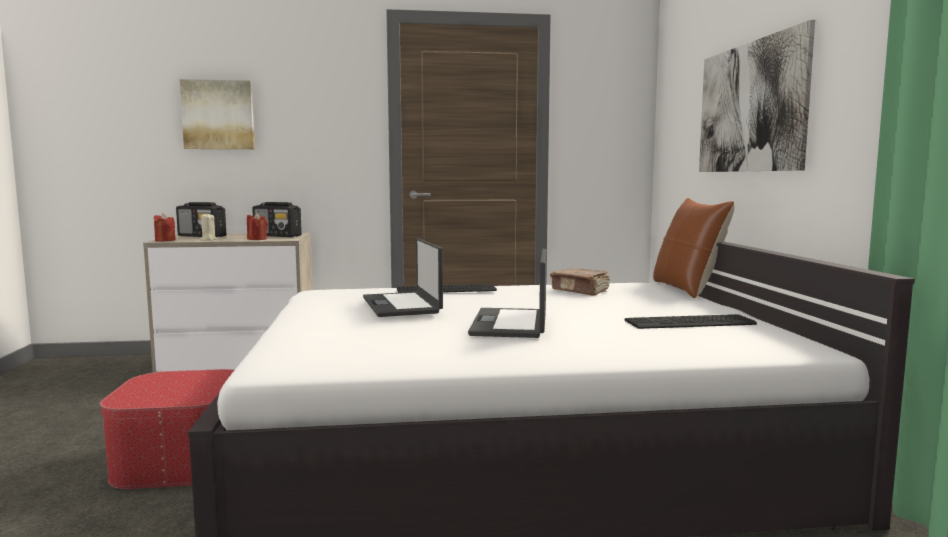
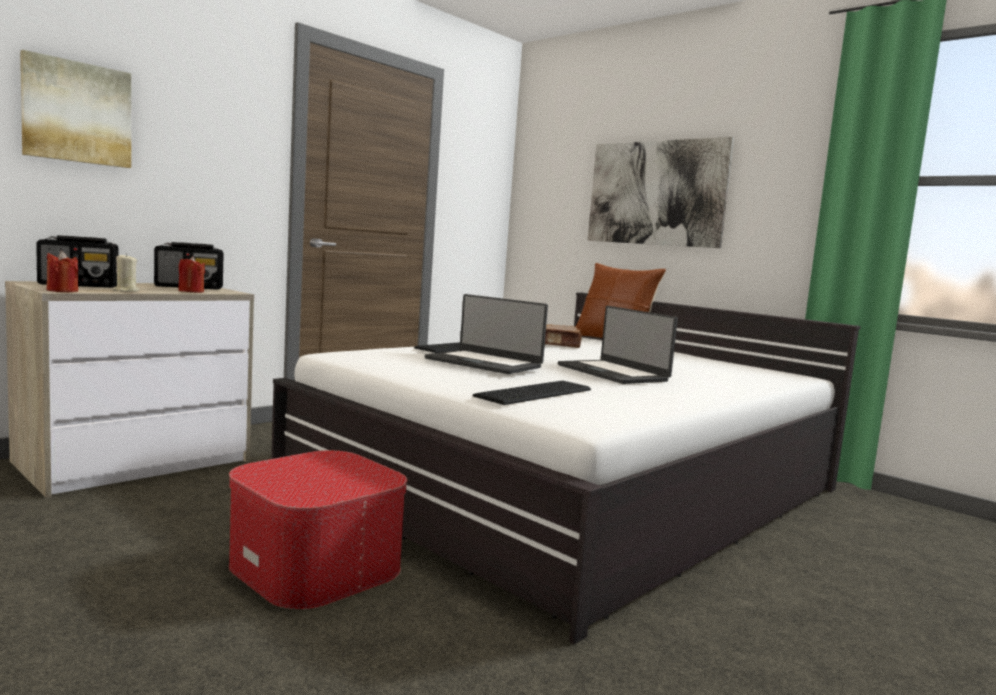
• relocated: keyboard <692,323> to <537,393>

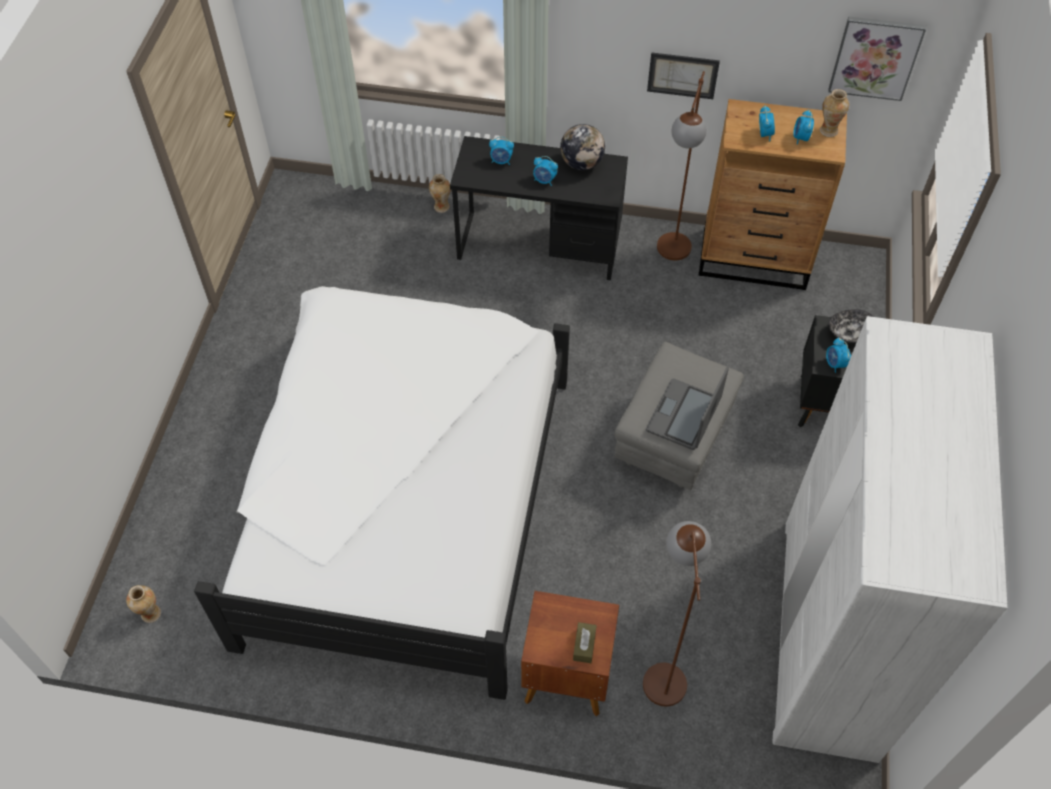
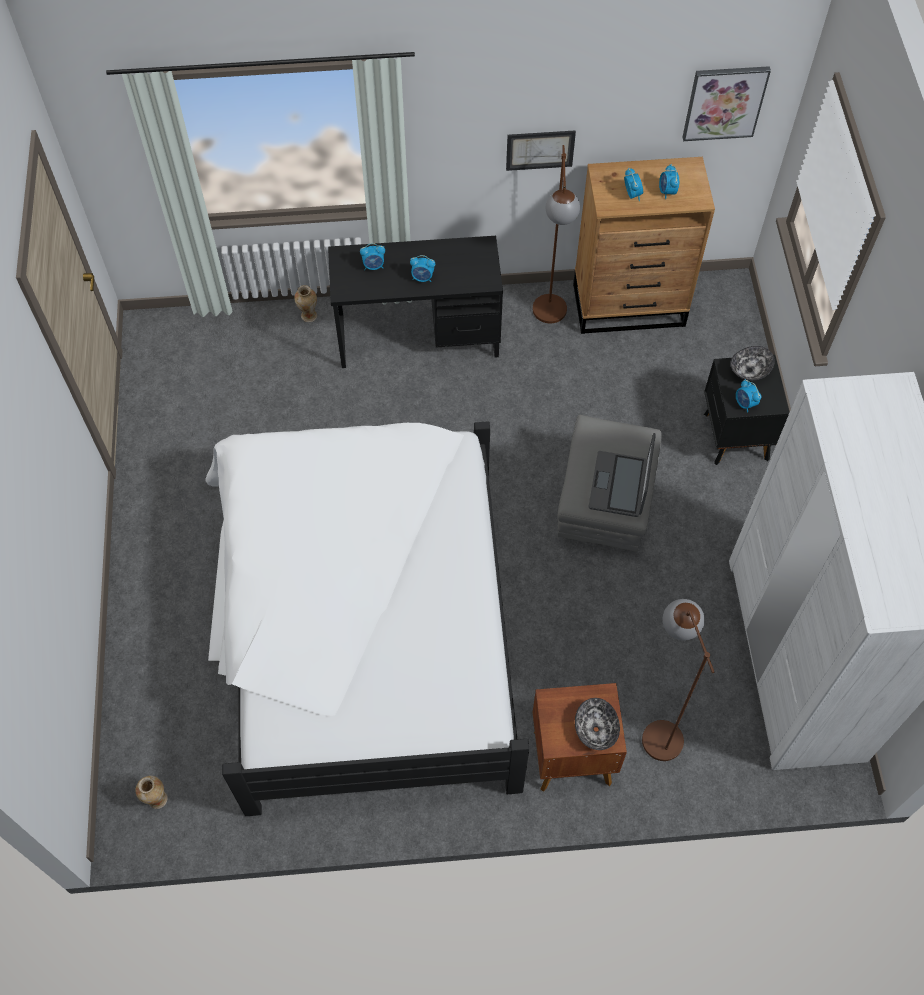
• exchanged: tissue box (brown) <584,645> to bowl <596,729>
• missing: globe <581,163>
• missing: vase <828,130>

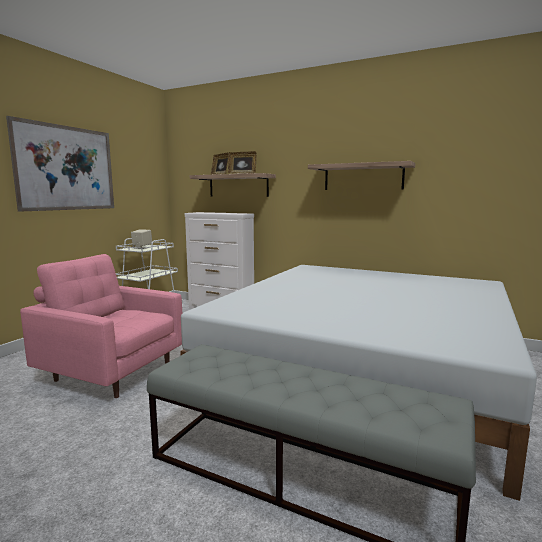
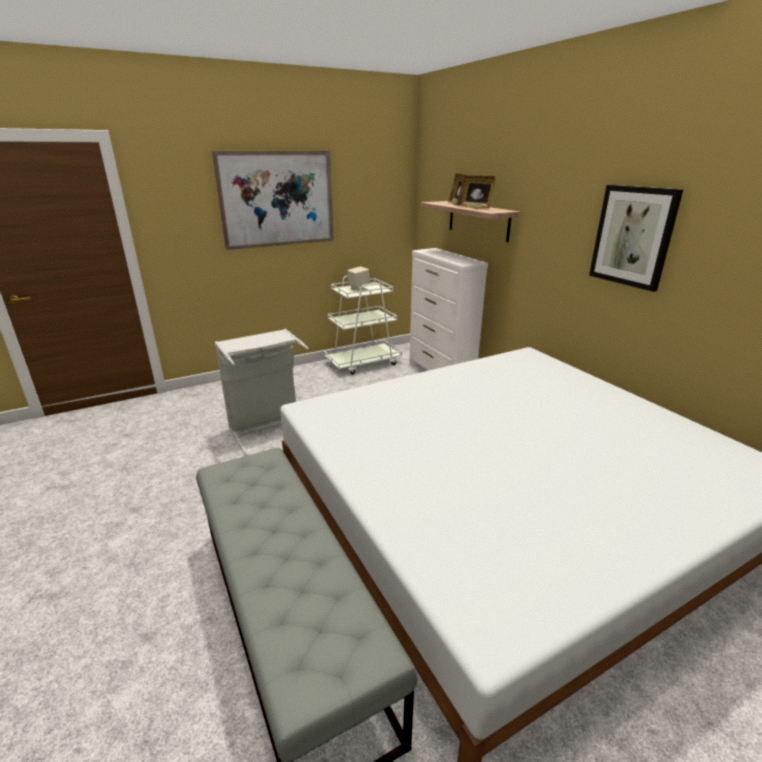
• exchanged: armchair (pink) <112,372> to laundry basket (grey) <268,428>
• exchanged: shelf <363,177> to picture <633,236>

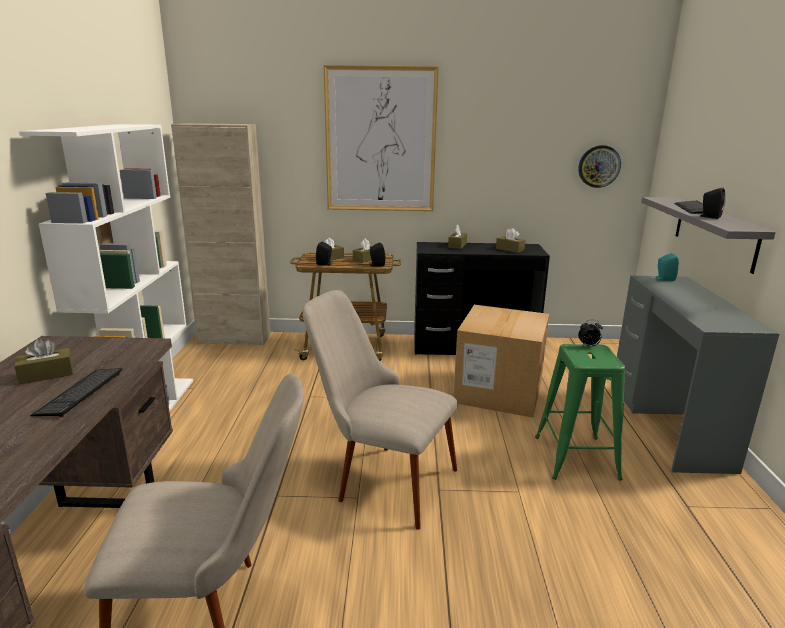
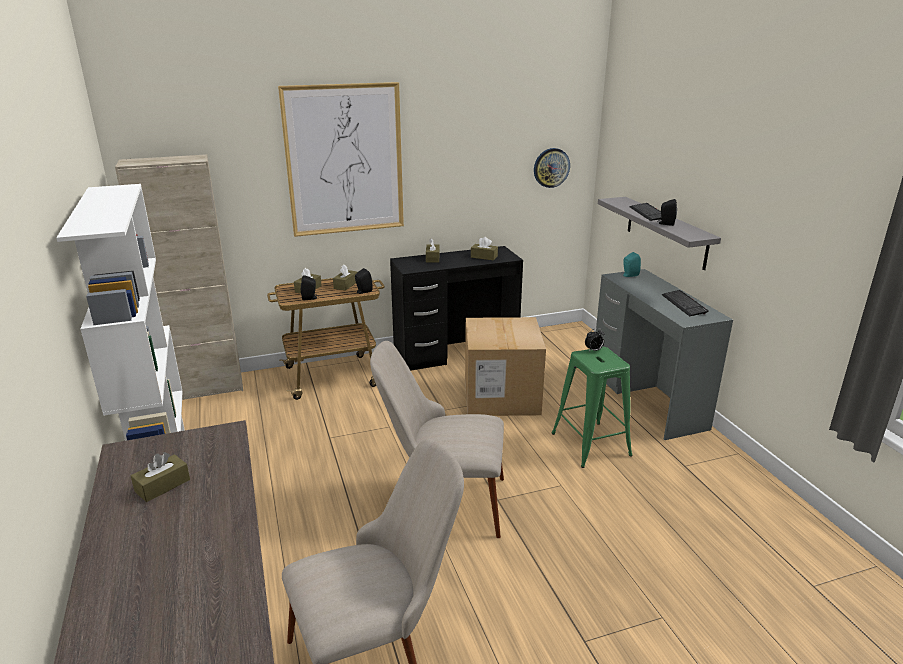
• relocated: keyboard <80,393> to <684,304>

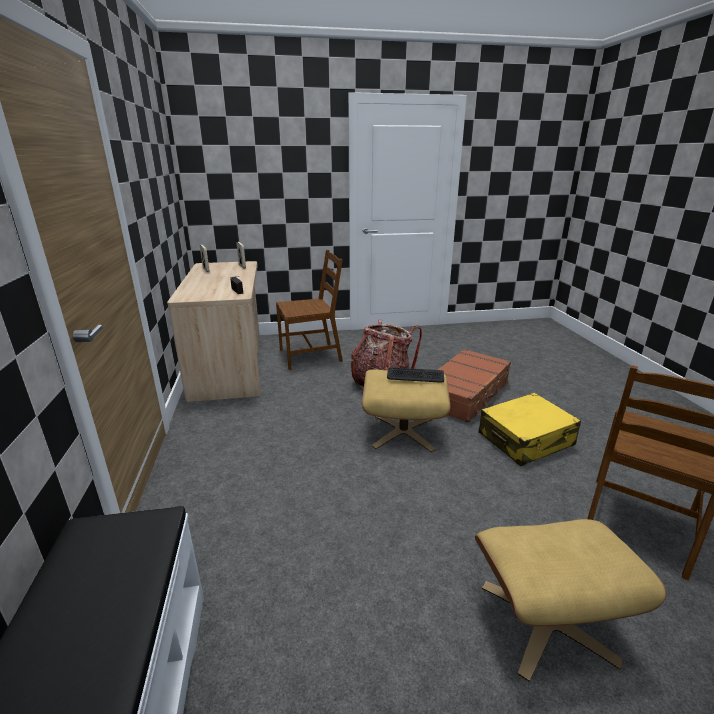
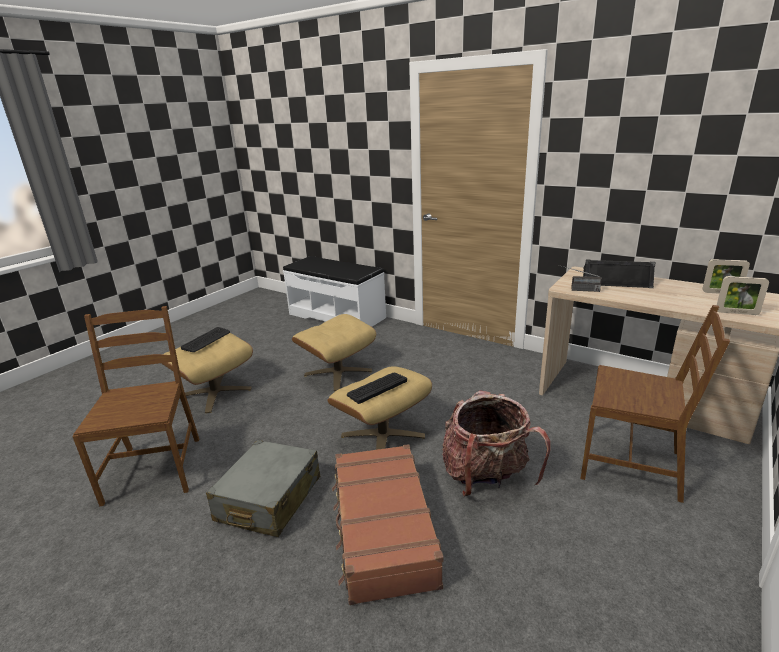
• appeared: keyboard <206,340>
• colour: suitcase (yellow) <525,439> to suitcase (grey) <269,499>
• appeared: ottoman (beige) <338,372>
• spun: chair (brown) <311,355> = <632,464> 90 degrees counterclockwise
• appeared: speaker (black) <616,281>

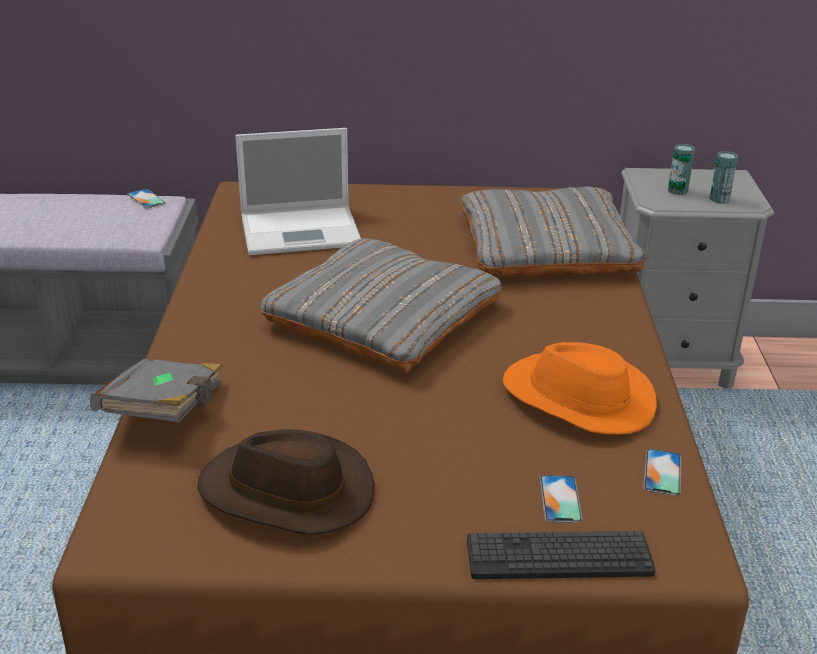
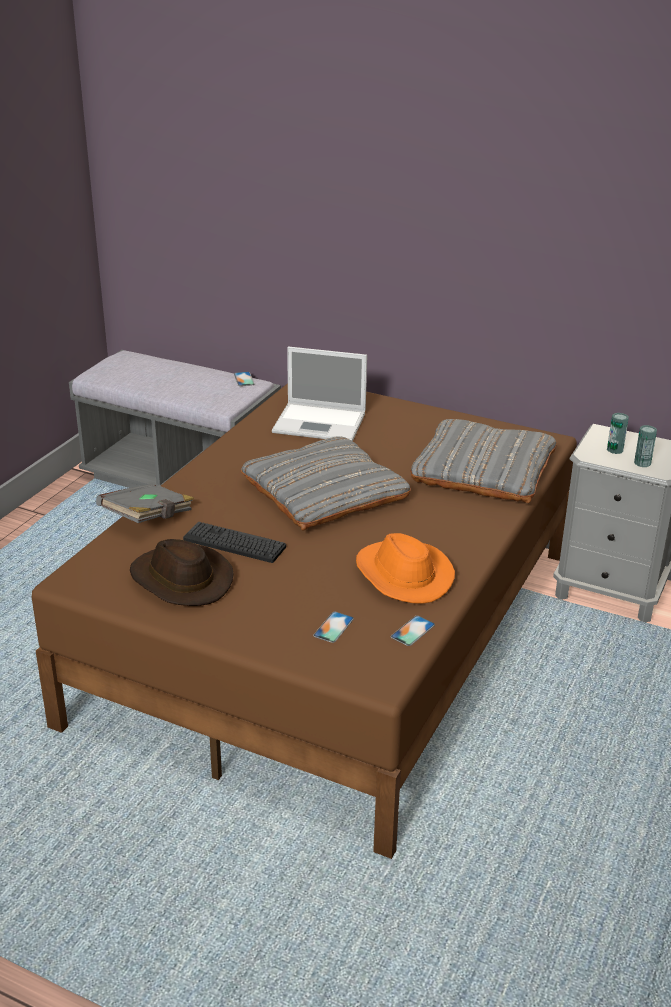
• relocated: keyboard <559,557> to <234,543>

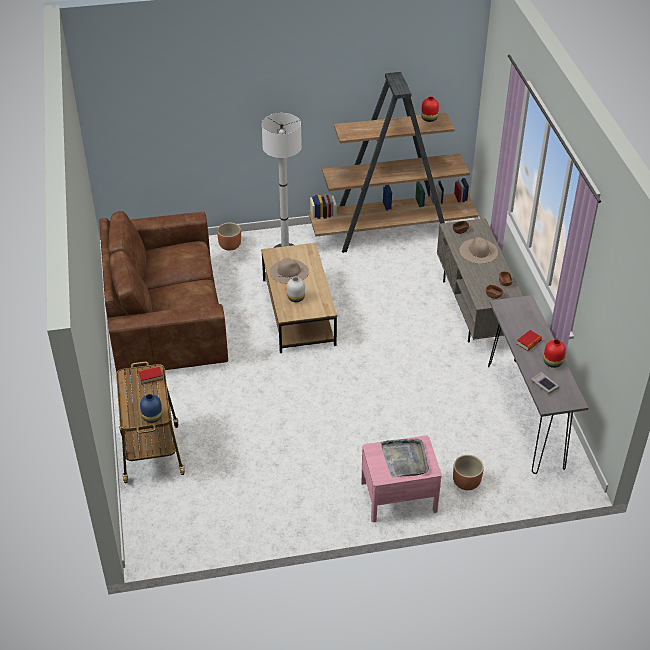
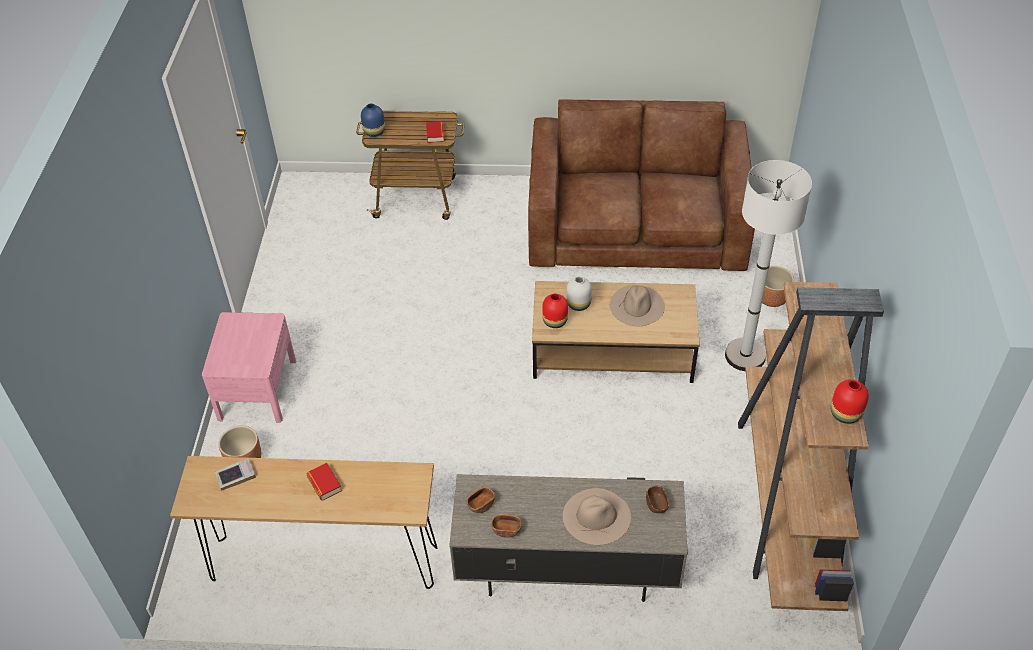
• colour: console table (grey) <525,415> to console table (brown) <324,563>
• relocated: vase (red) <552,363> to <554,321>
• missing: tray (grey) <405,459>

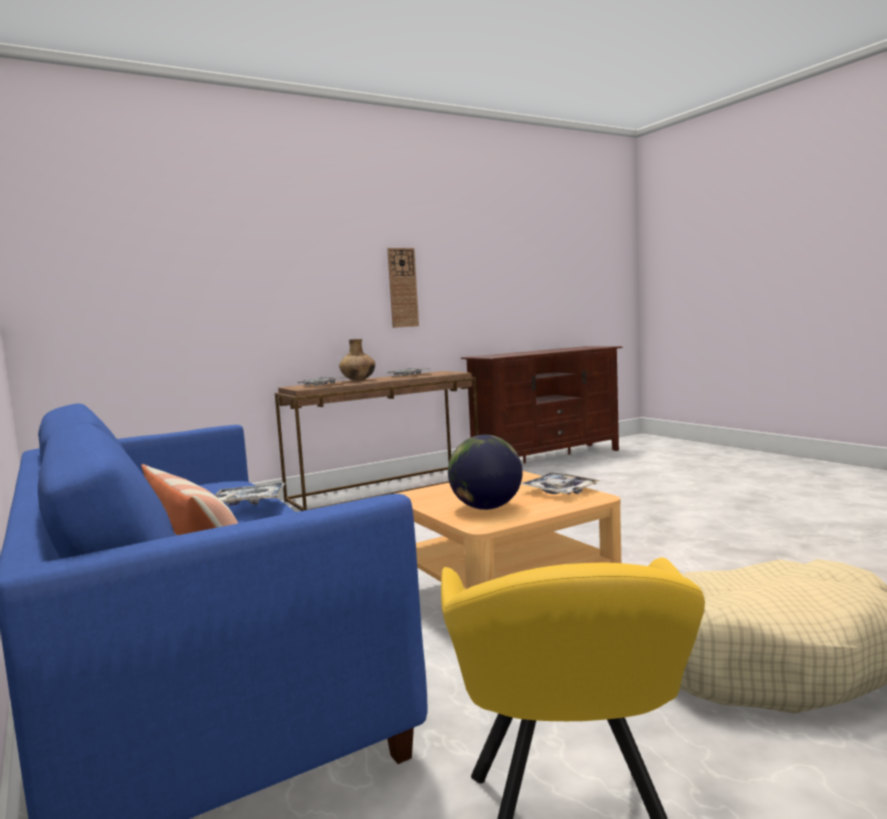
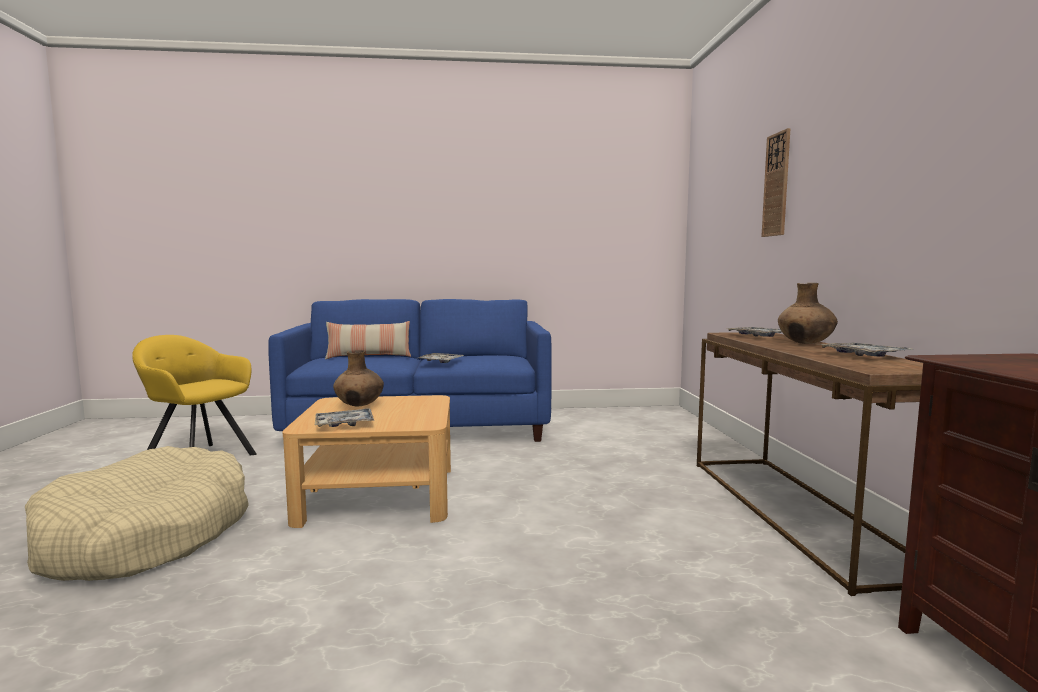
• exchanged: globe <486,507> to vase (brown) <359,405>
• relocated: wall clock <402,287> to <776,185>

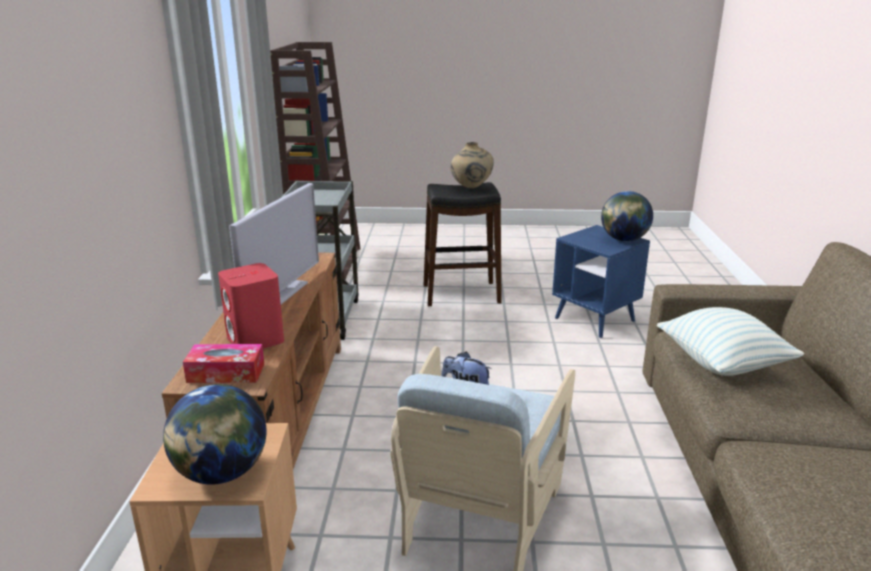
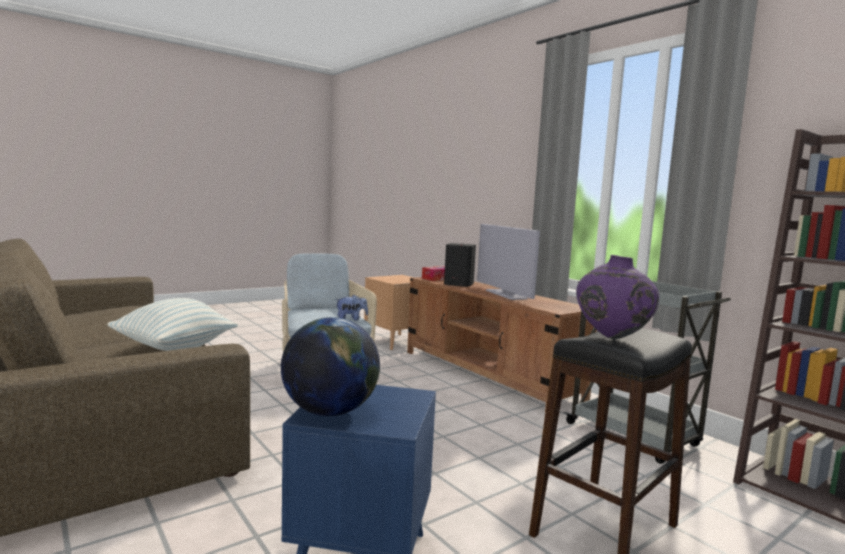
• colour: speaker (red) <255,340> to speaker (black) <458,284>
• colour: vase (beige) <471,188> to vase (purple) <611,338>
• missing: globe <221,473>

